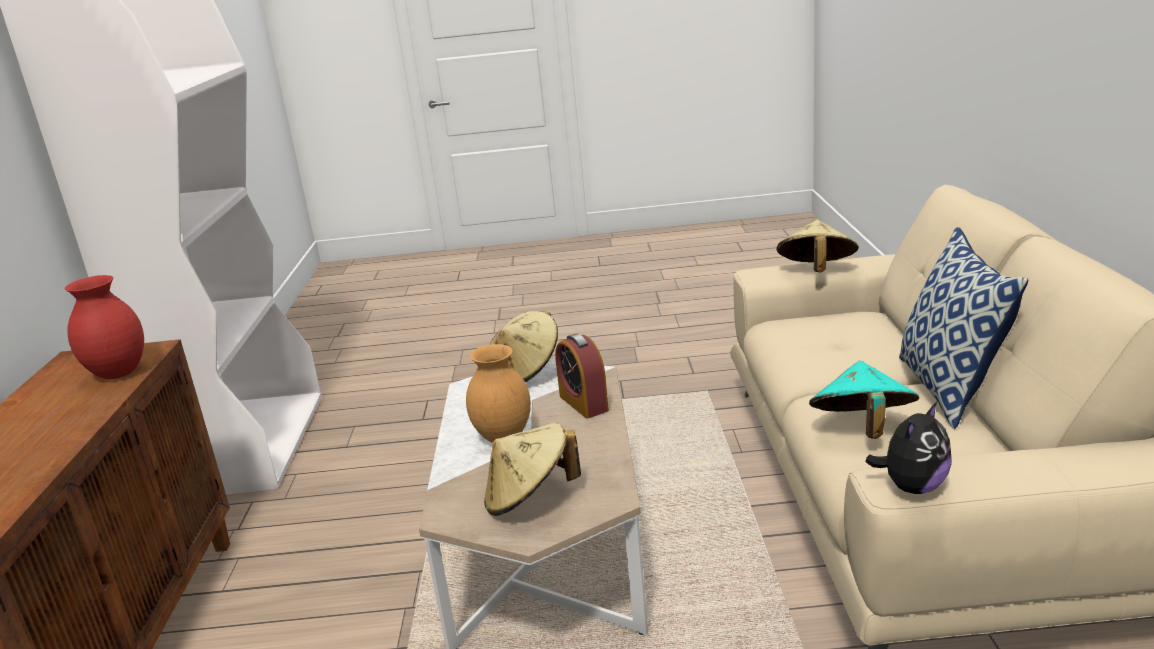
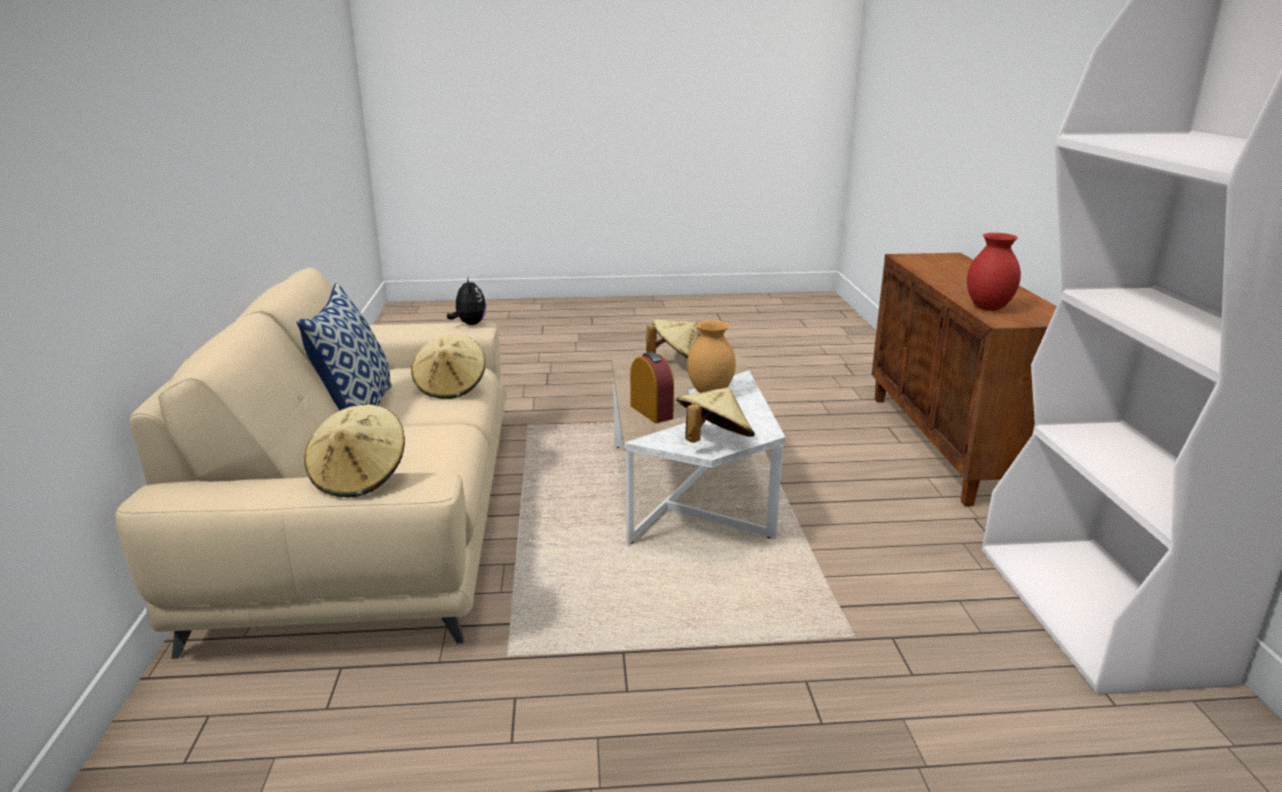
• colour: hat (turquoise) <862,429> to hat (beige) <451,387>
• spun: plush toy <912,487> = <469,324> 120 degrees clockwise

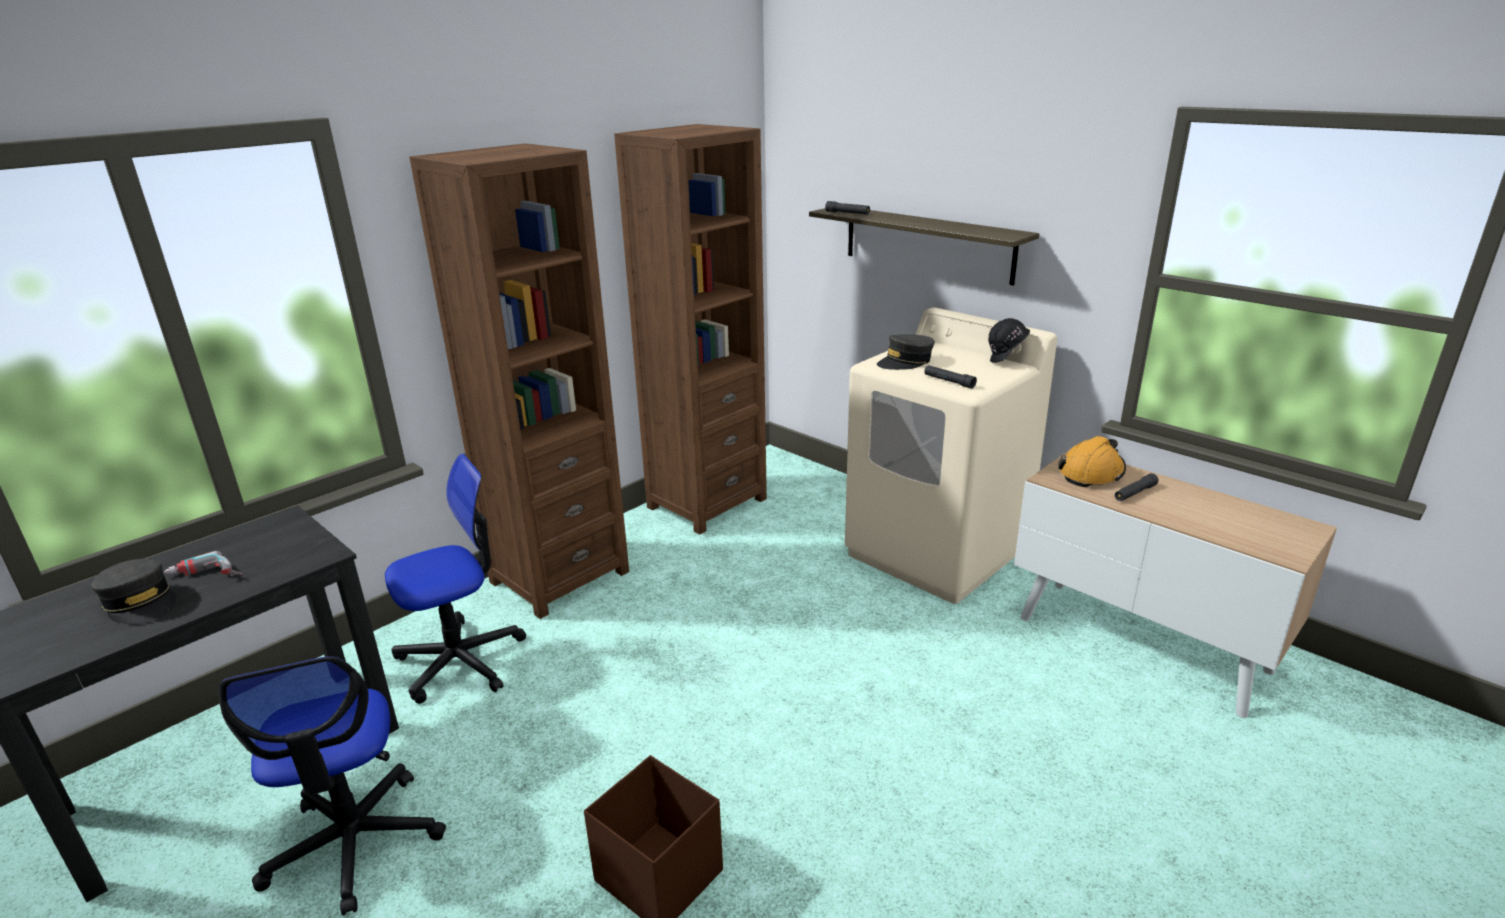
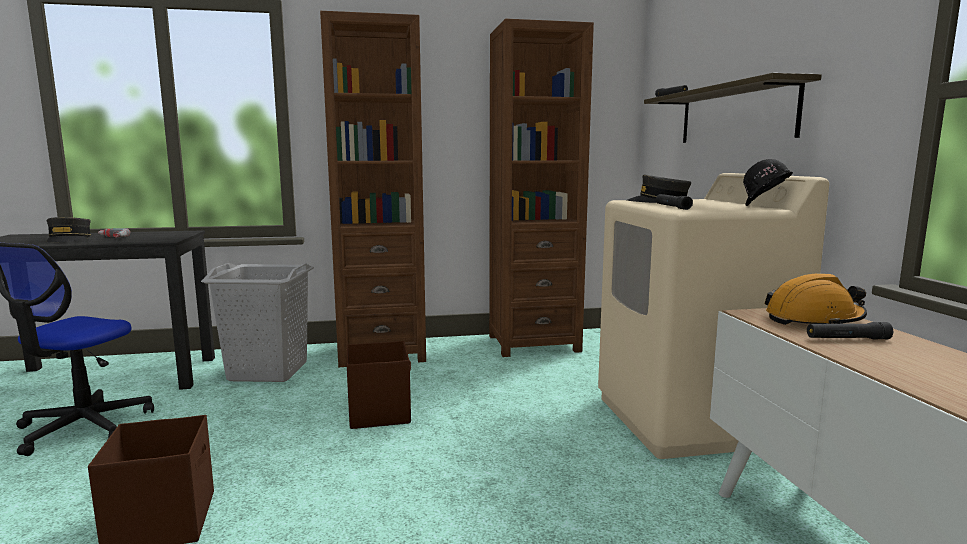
• exchanged: office chair <461,660> to laundry basket (grey) <268,371>
• appeared: storage box (brown) <380,412>

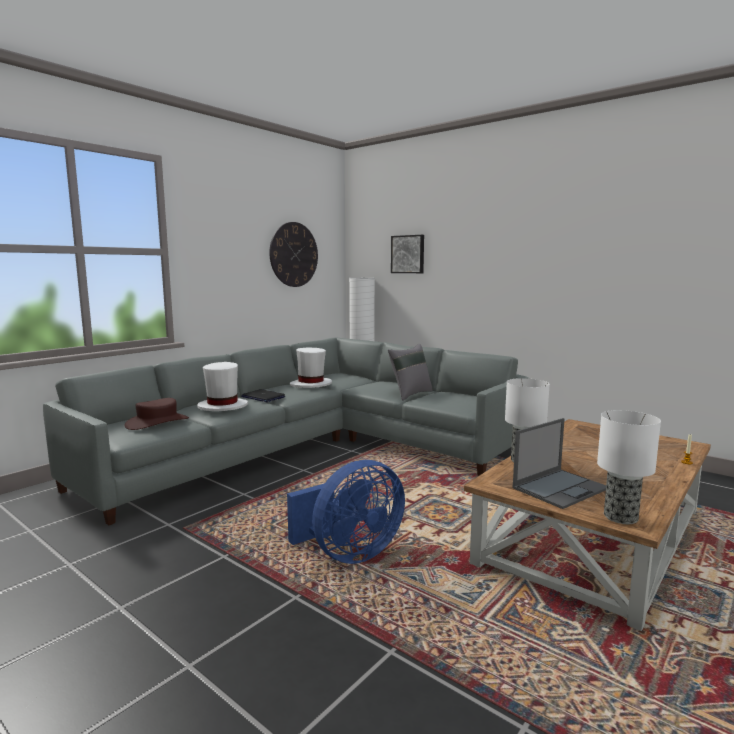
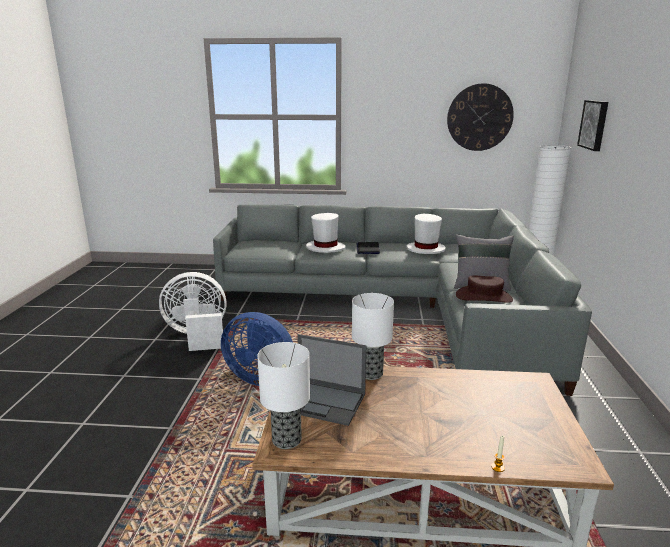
• appeared: fan (white) <198,336>
• relocated: hat (brown) <157,422> to <484,297>

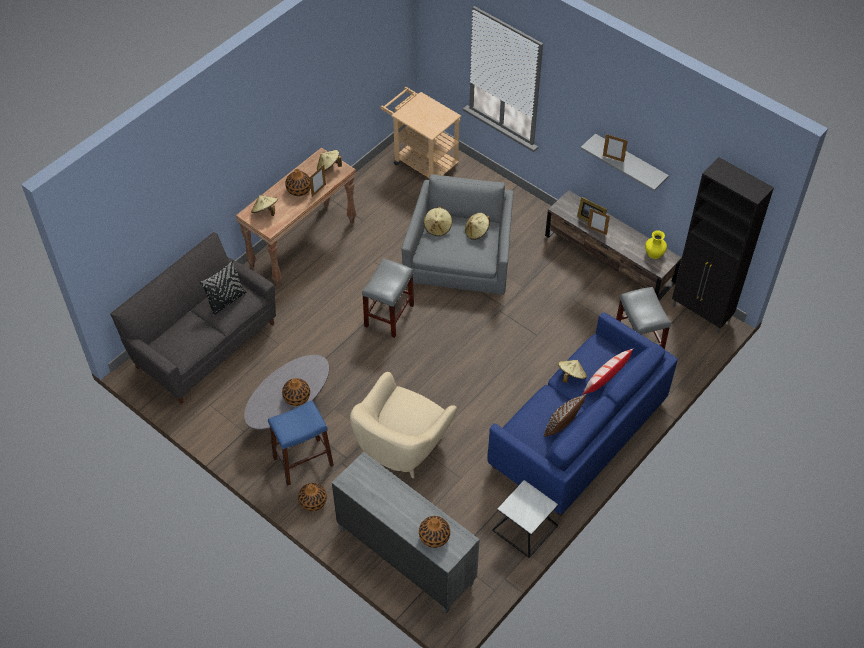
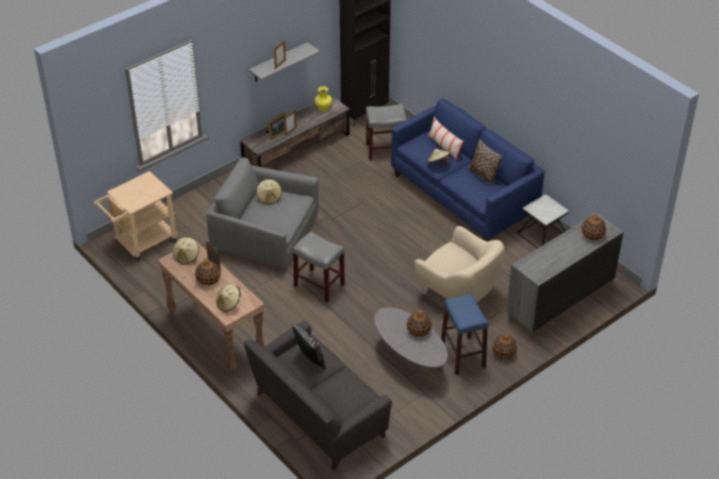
• missing: hat (beige) <438,227>

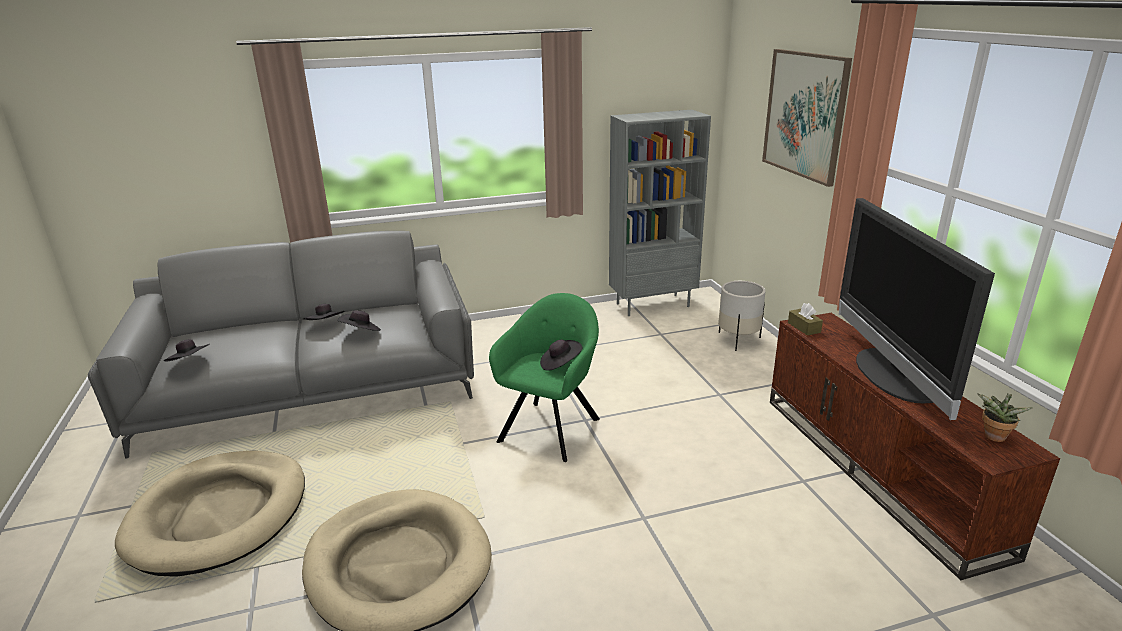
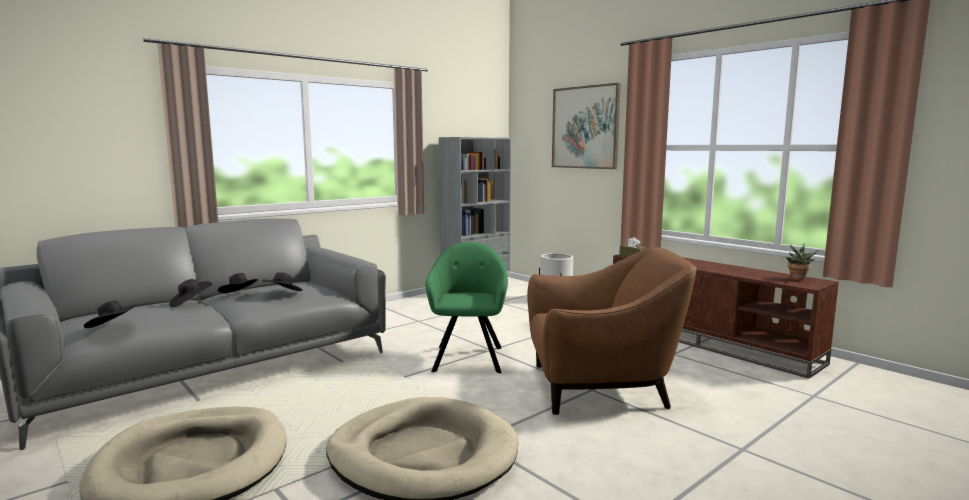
• relocated: hat (black) <560,364> to <190,303>
• appeared: armchair (brown) <600,387>
• missing: television <890,375>

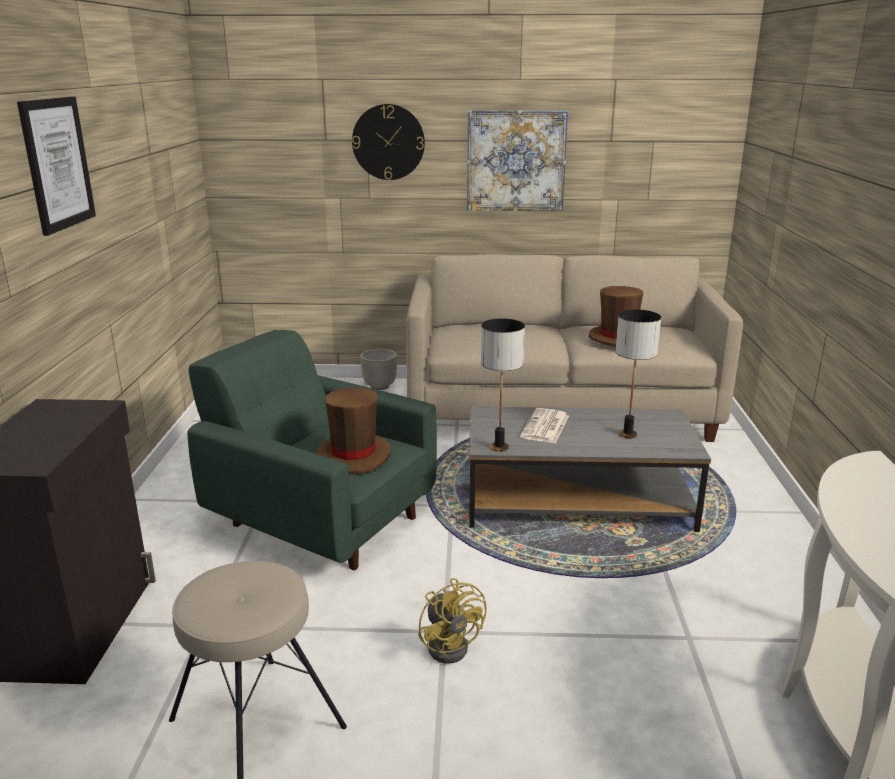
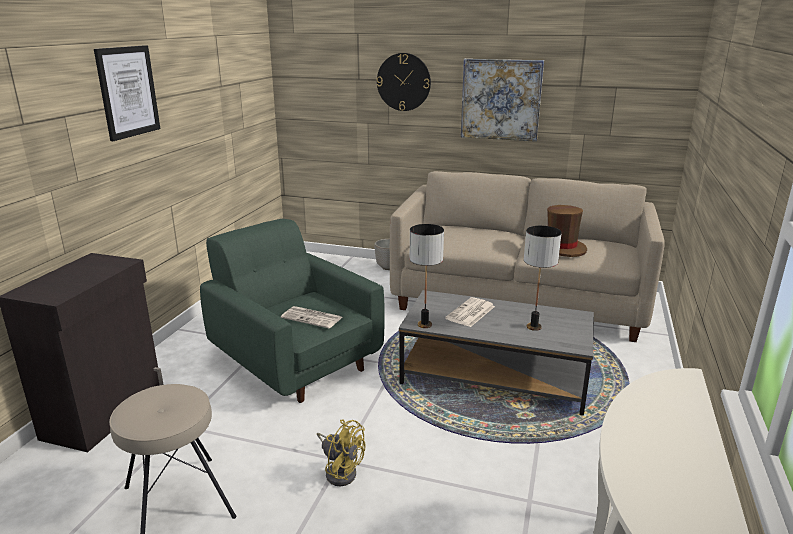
• exchanged: hat (brown) <354,456> to newspaper <313,318>
• spun: fan (yellow) <451,644> = <340,471> 45 degrees counterclockwise

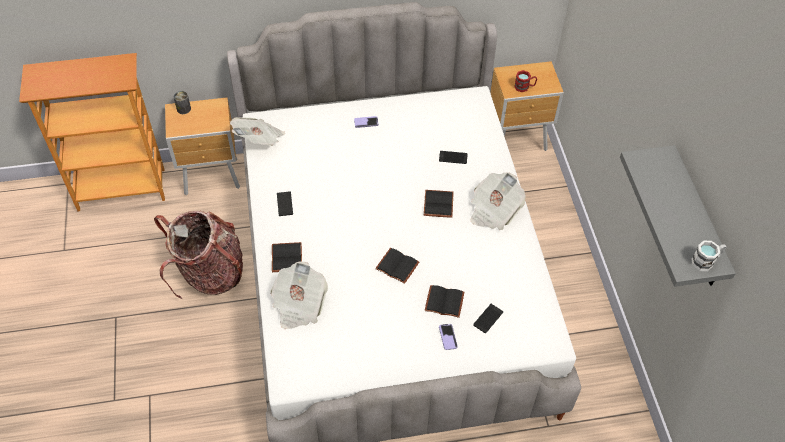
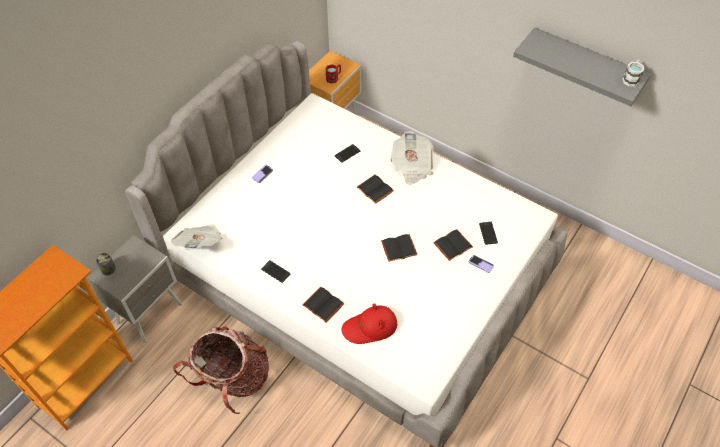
• colour: nightstand (brown) <213,177> to nightstand (grey) <151,313>
• exchanged: newspaper <299,305> to hat (red) <370,327>

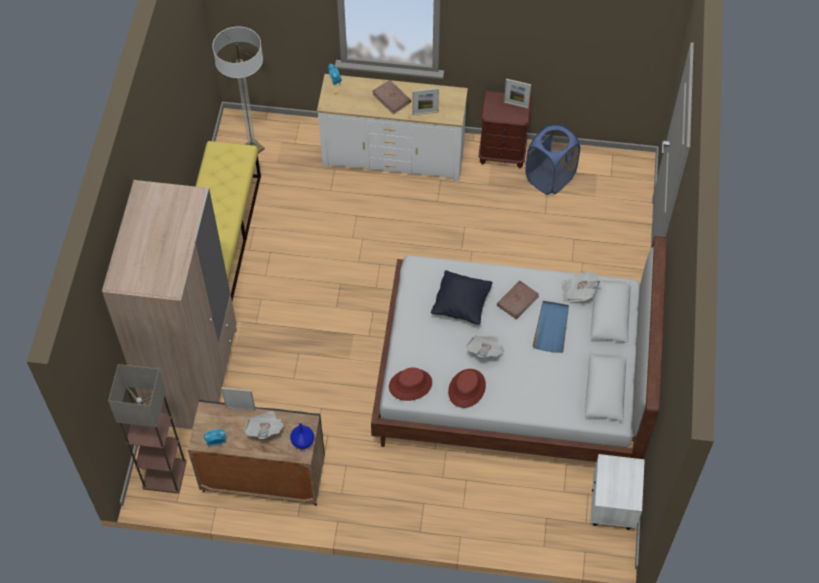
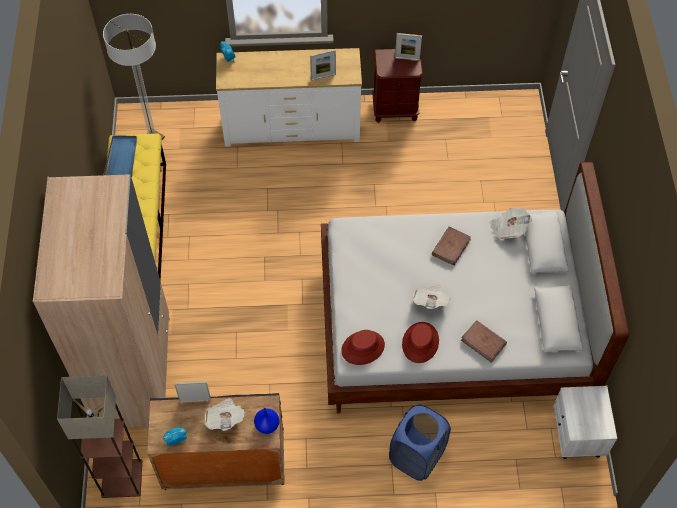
• relocated: tray (blue) <551,327> to <122,158>
• relocated: laundry basket (blue) <550,178> to <417,456>
• relocated: book (brown) <391,98> to <483,342>
• missing: pillow (black) <461,305>

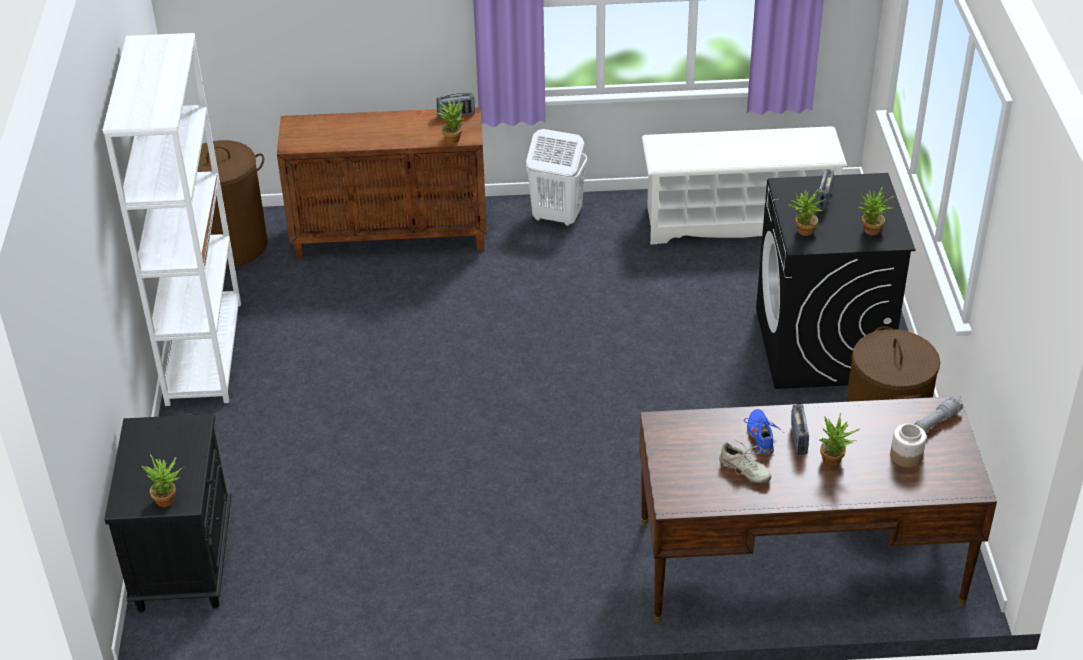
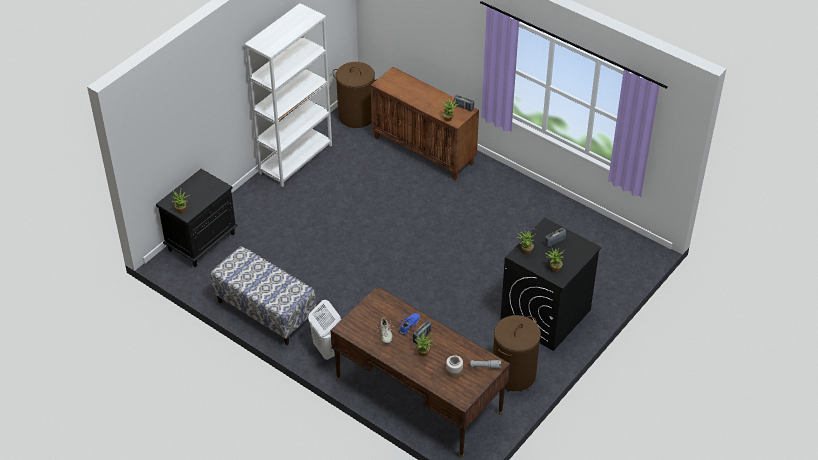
• appeared: bench <265,311>
• relocated: laundry basket (white) <556,217> to <328,349>
• missing: shoe rack (white) <738,220>

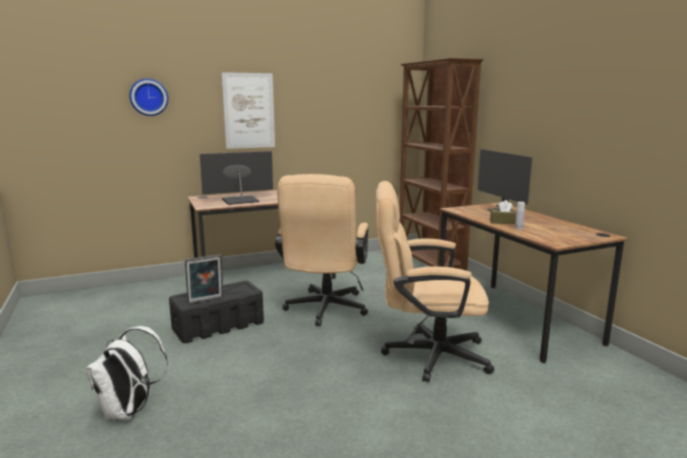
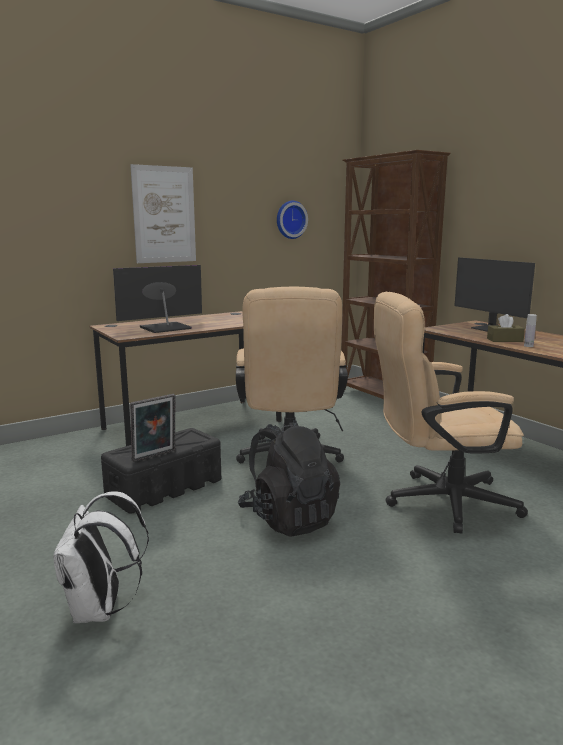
• appeared: backpack (black) <289,519>
• relocated: wall clock <148,97> to <290,219>

